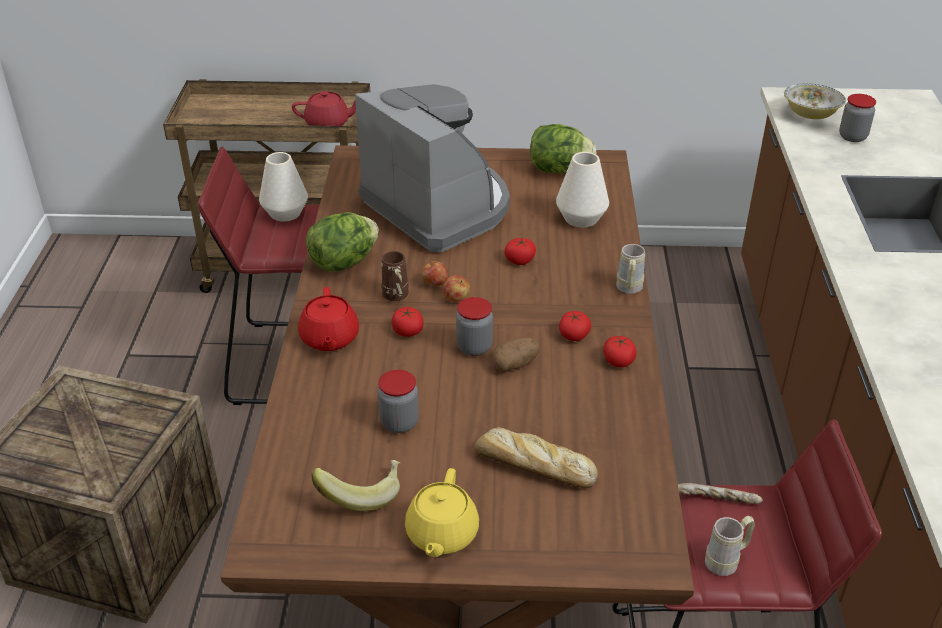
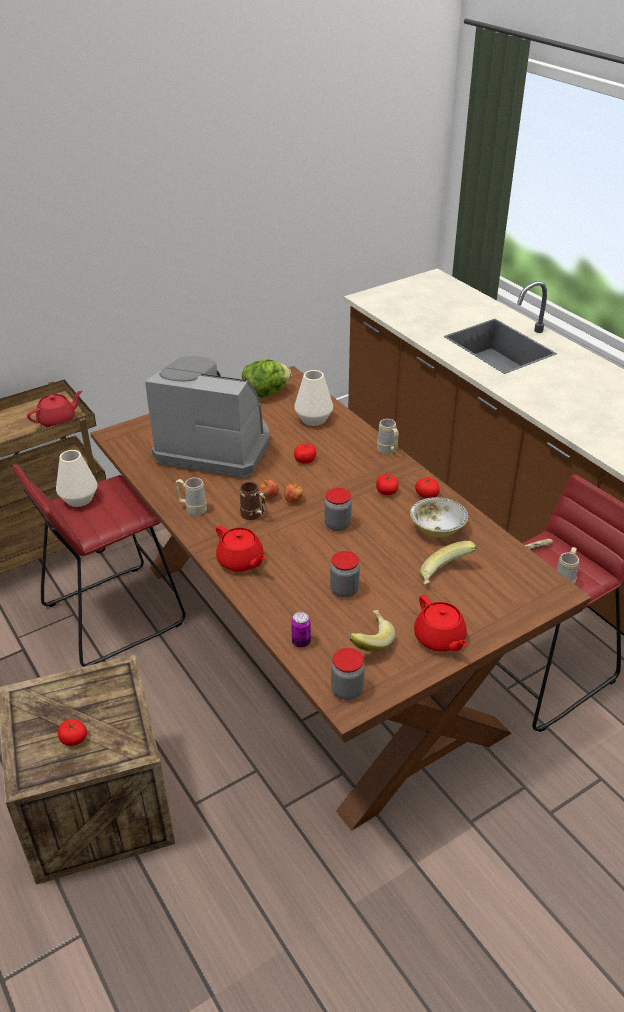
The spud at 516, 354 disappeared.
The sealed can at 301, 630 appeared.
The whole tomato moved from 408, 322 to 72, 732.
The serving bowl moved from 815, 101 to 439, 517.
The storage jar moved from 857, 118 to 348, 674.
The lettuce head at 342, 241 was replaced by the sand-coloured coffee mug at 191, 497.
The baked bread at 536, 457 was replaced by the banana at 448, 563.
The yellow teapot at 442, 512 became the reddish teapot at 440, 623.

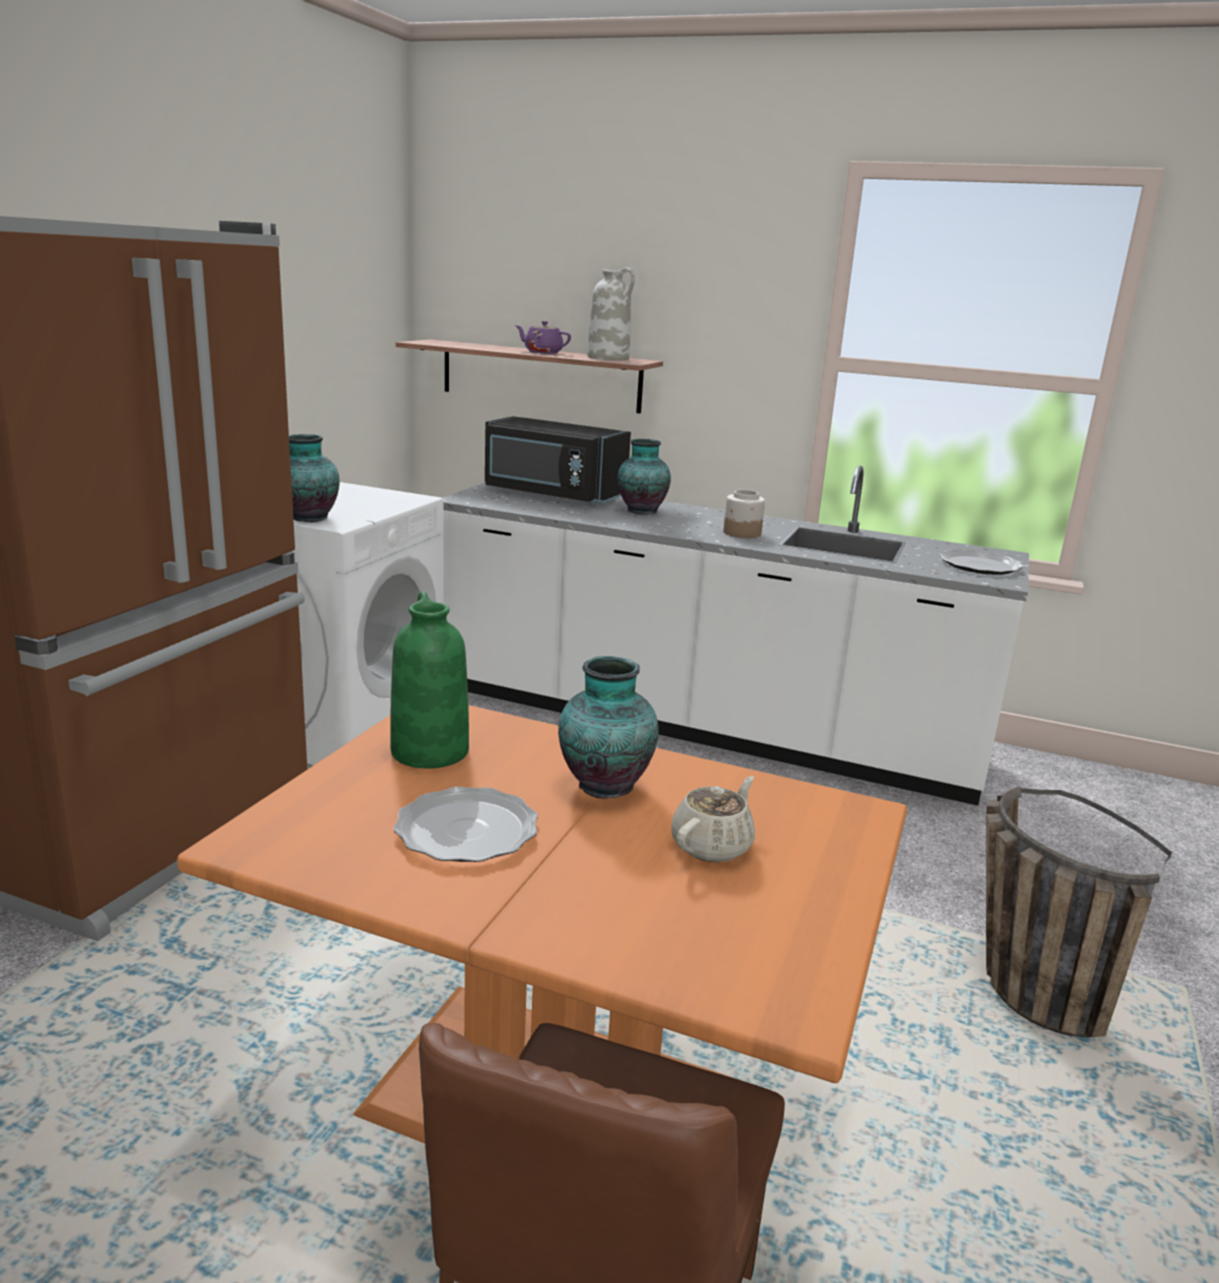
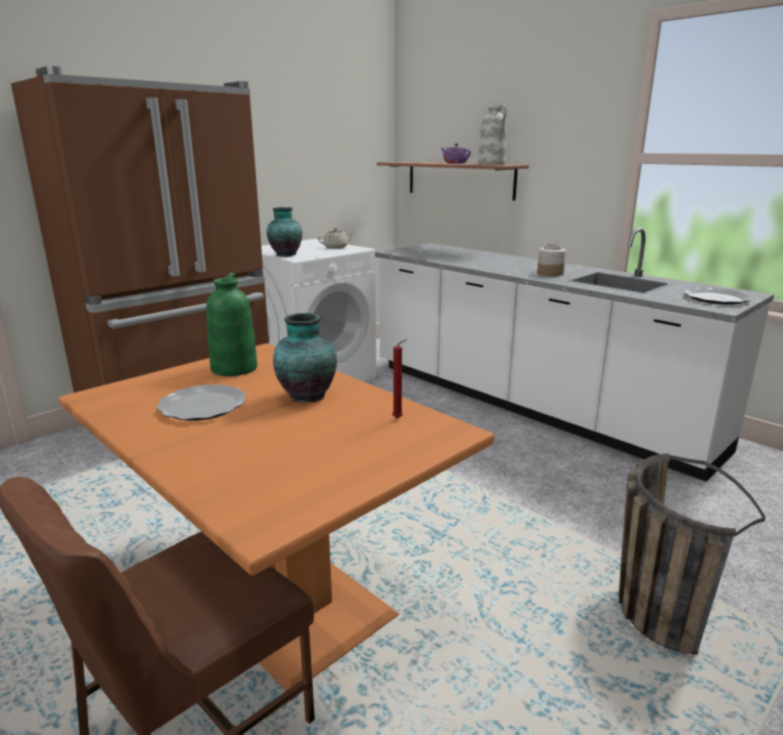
The black-coloured microwave at 558, 460 disappeared.
The vase at 644, 476 disappeared.
The reddish wax light at 399, 379 appeared.
The sand-coloured teapot moved from 713, 819 to 336, 238.

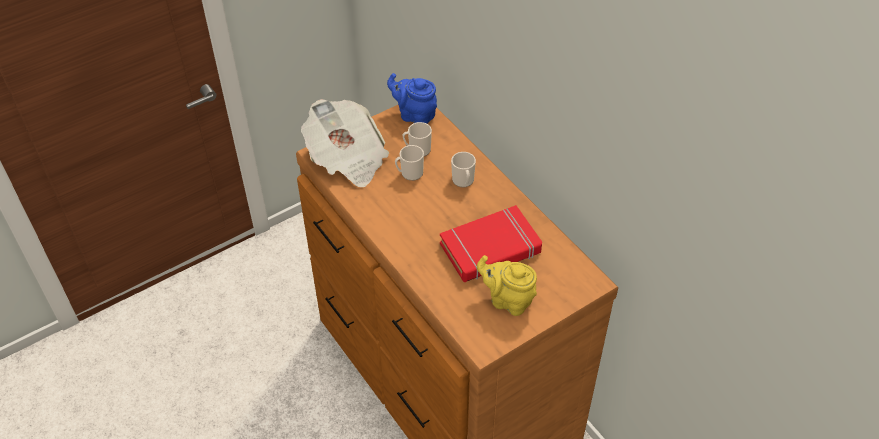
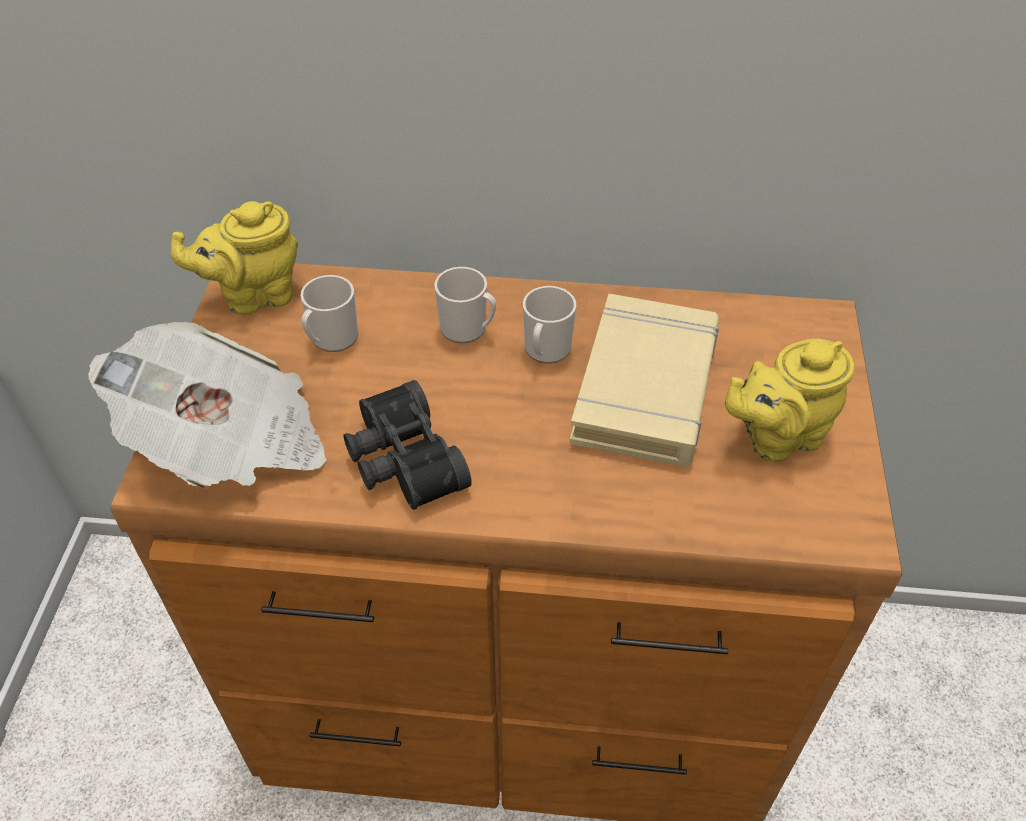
The black-coloured field glasses at 407, 445 appeared.
The coffee mug moved from 409, 163 to 549, 325.
The bluish teapot at 412, 98 became the yellow teapot at 234, 258.
The reddish bound book at 491, 243 became the sand-coloured bound book at 644, 380.

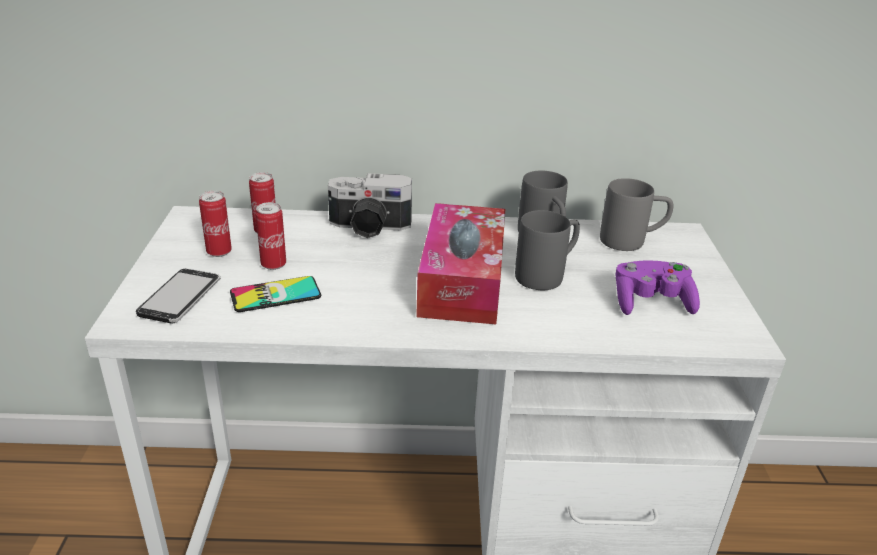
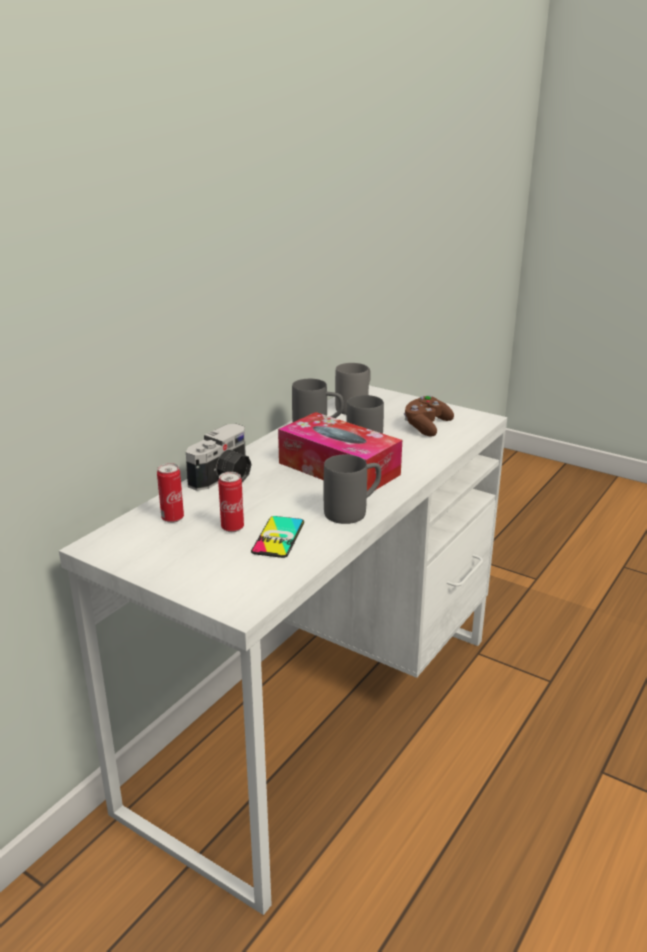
The phone at 178, 296 disappeared.
The sealed can at 215, 224 disappeared.
The grey coffee mug at 352, 489 appeared.
The purple-coloured gamepad at 657, 288 became the brownish gamepad at 429, 416.

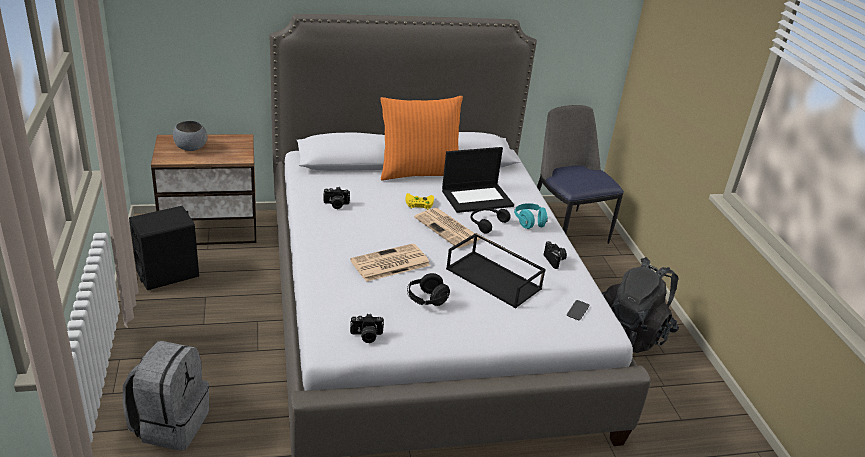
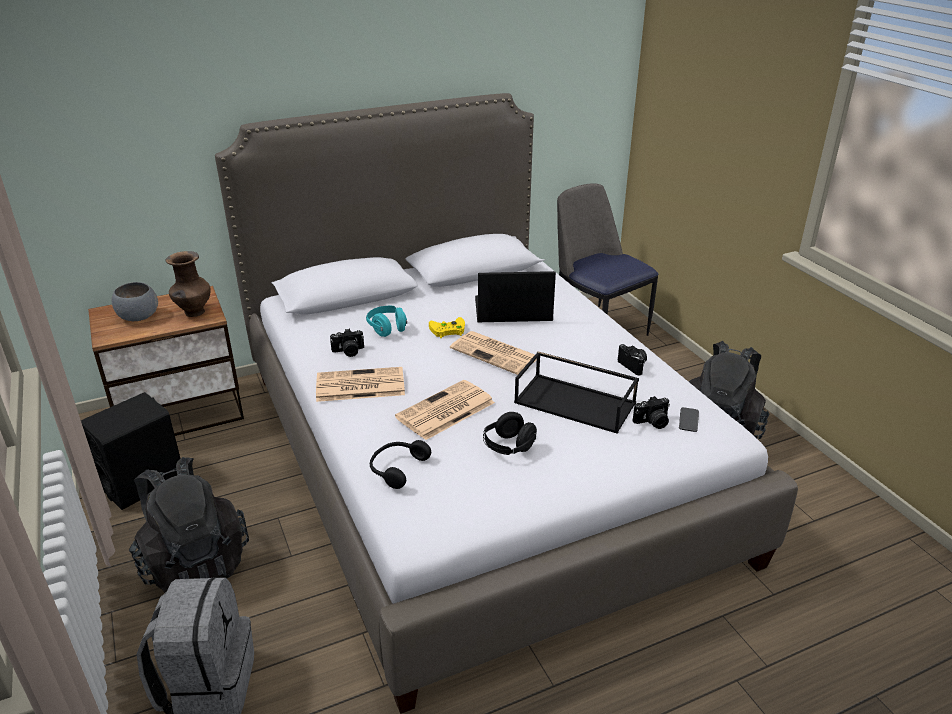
The orangey cushion at 421, 138 disappeared.
The black-coloured backpack at 189, 525 appeared.
The brownish vase at 188, 284 appeared.
The daily paper at 360, 384 appeared.
The still camera moved from 367, 328 to 651, 412.
The black-coloured headset moved from 491, 220 to 400, 464.
The turquoise headset moved from 531, 216 to 386, 321.
The laptop at 478, 180 turned 150 degrees counterclockwise.

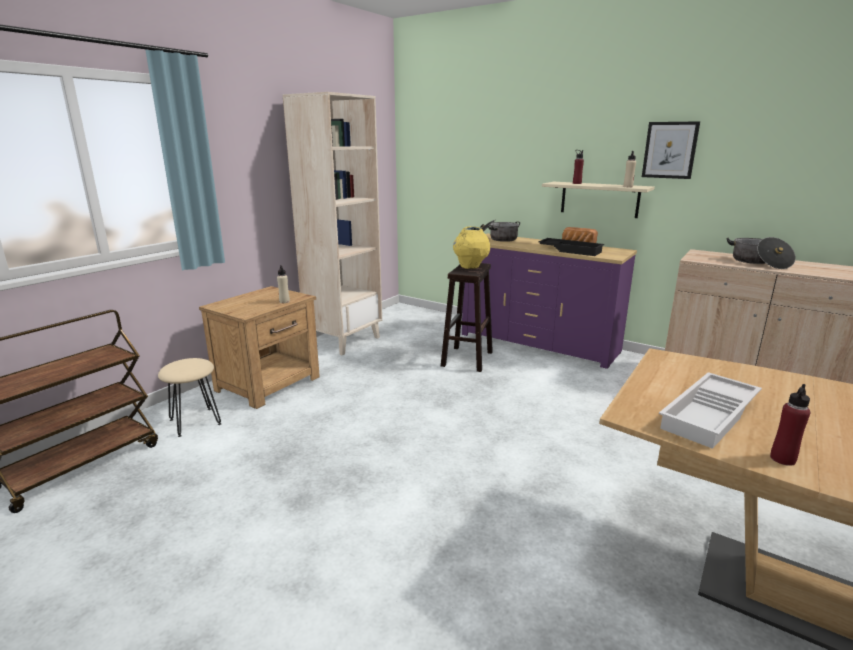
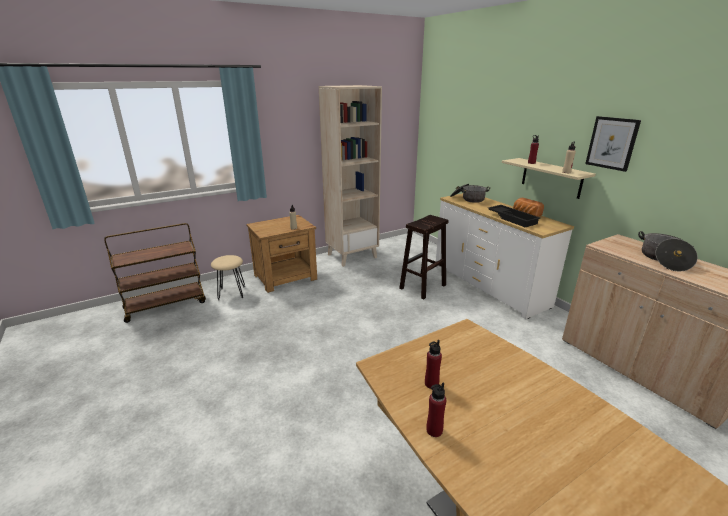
The yellow vase at 471, 247 disappeared.
The white serving tray at 710, 410 was replaced by the reddish beverage bottle at 433, 364.
The purple-coloured dresser at 549, 301 became the white dresser at 505, 256.

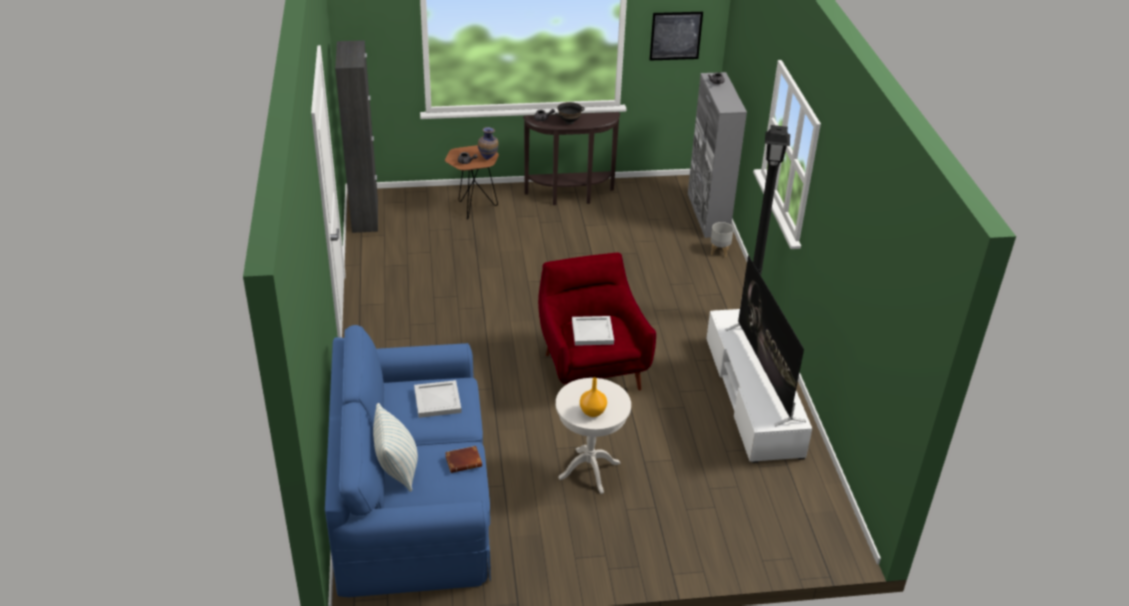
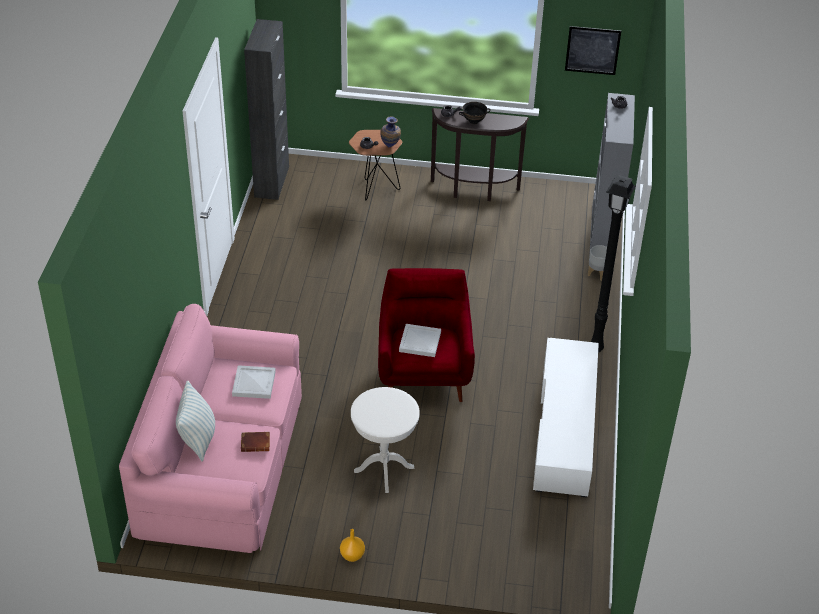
The television at 765, 341 disappeared.
The orangey vase moved from 593, 397 to 352, 545.
The bluish sofa at 408, 461 became the pinkish sofa at 210, 428.

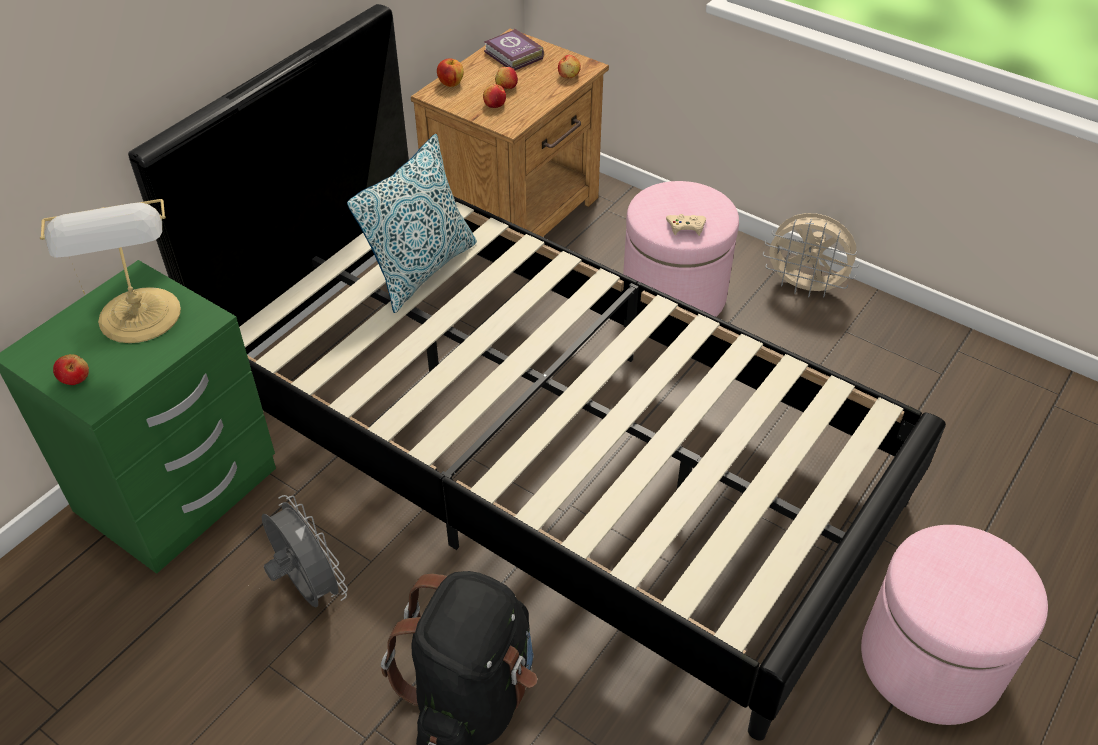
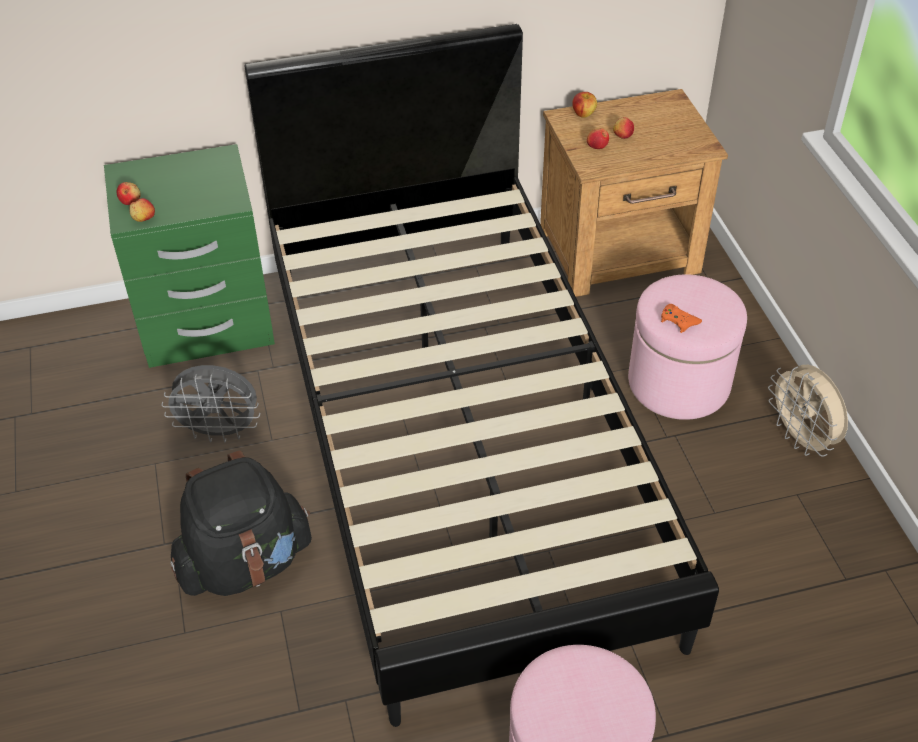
The tabletop lamp at 110, 271 disappeared.
The cushion at 412, 223 disappeared.
The bound book at 514, 49 disappeared.
The apple moved from 569, 66 to 142, 210.
The sand-coloured gamepad at 686, 225 became the orangey gamepad at 681, 318.
The grey cooling fan at 305, 551 turned 90 degrees clockwise.

